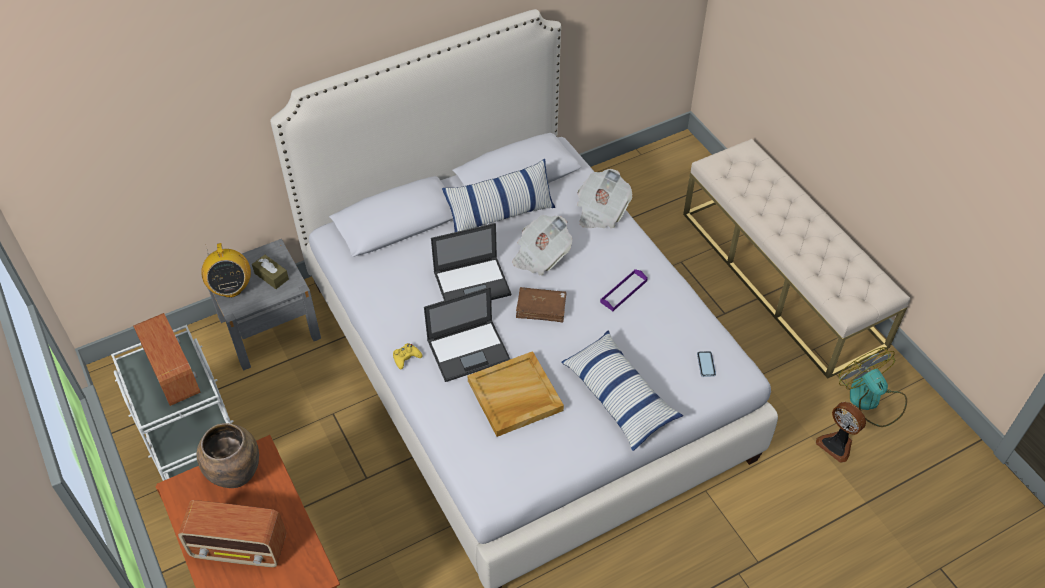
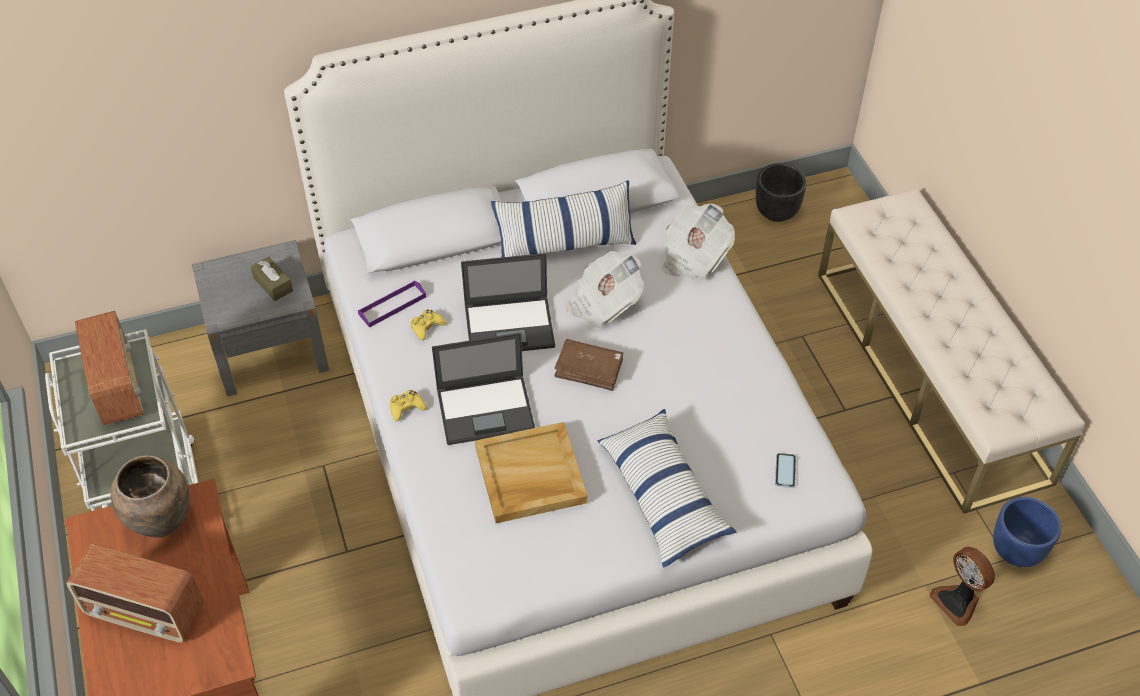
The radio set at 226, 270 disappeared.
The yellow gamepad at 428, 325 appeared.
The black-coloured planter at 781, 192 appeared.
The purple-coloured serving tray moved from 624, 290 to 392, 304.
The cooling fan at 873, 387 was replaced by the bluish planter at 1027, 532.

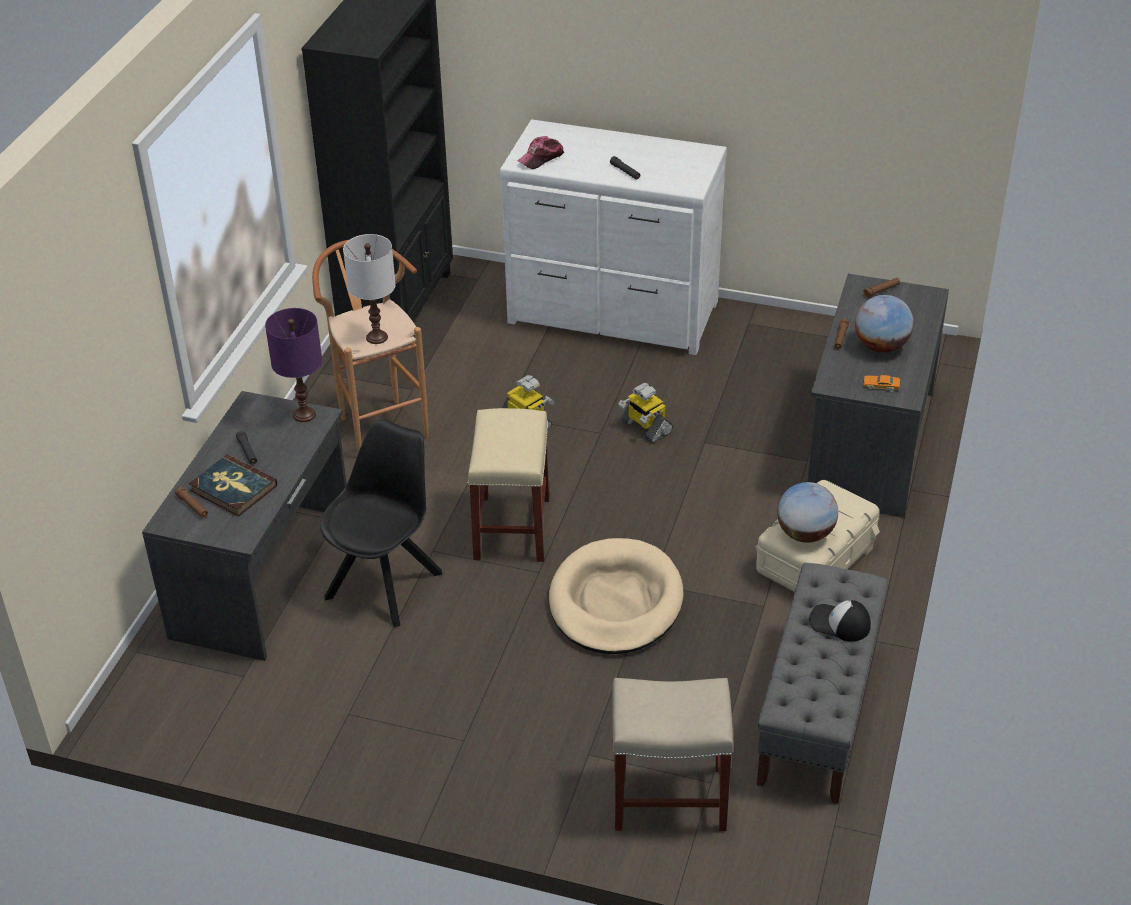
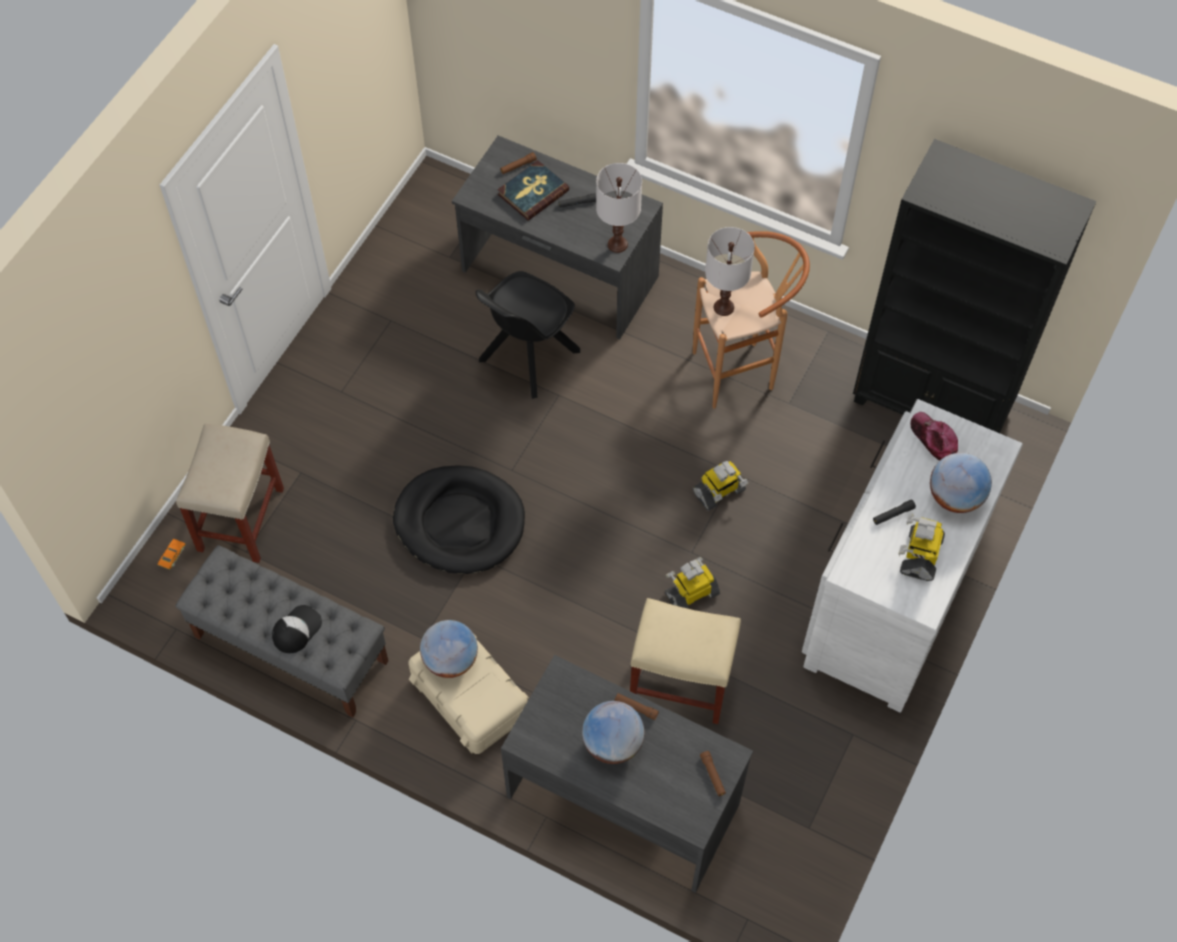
The robot figure at 922, 547 appeared.
The world globe at 961, 483 appeared.
The sand-coloured stool moved from 508, 485 to 685, 661.
The orangey model car moved from 881, 383 to 171, 554.
The purple-coloured tabletop lamp at 293, 365 became the white tabletop lamp at 619, 208.
The sand-coloured pet bed at 616, 596 became the black-coloured pet bed at 459, 519.
The black-coloured upright chair at 381, 523 turned 90 degrees clockwise.

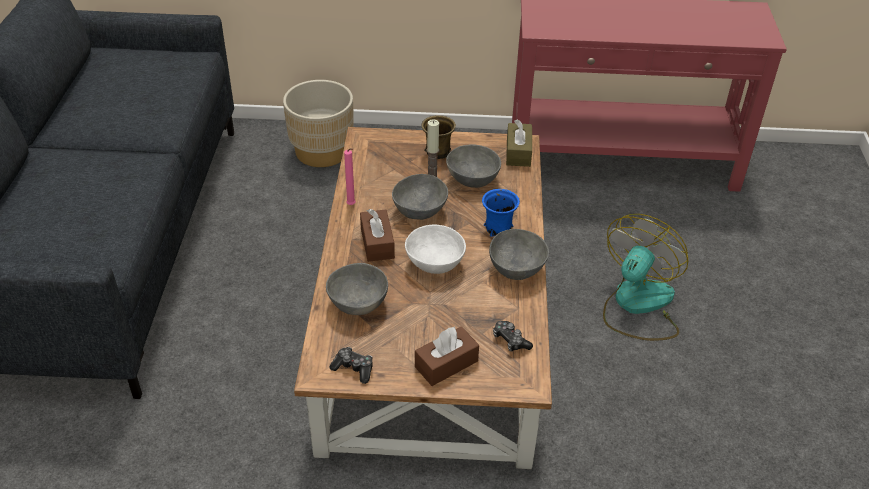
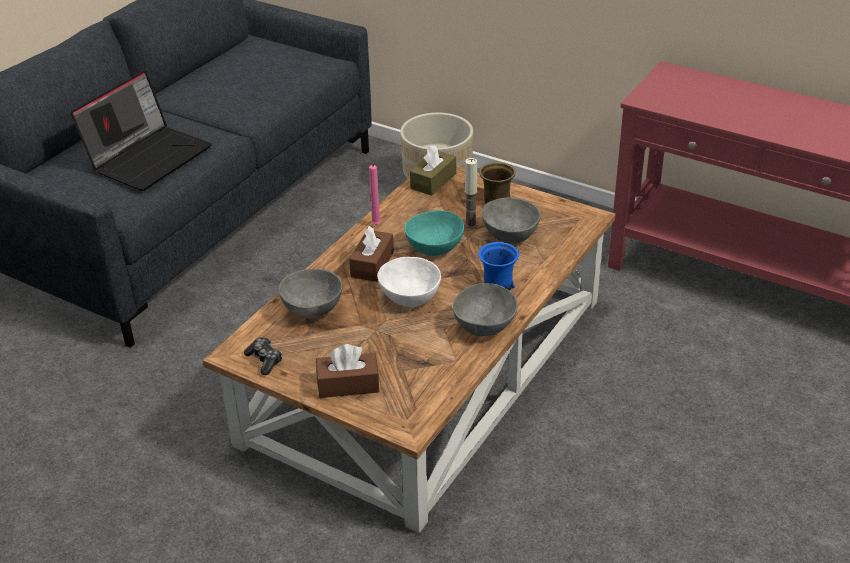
The gamepad at 513, 336 disappeared.
The cooling fan at 645, 277 disappeared.
The laptop at 141, 130 appeared.
The brownish tissue holder moved from 519, 143 to 433, 170.
The grey serving bowl at 420, 197 became the turquoise serving bowl at 434, 233.

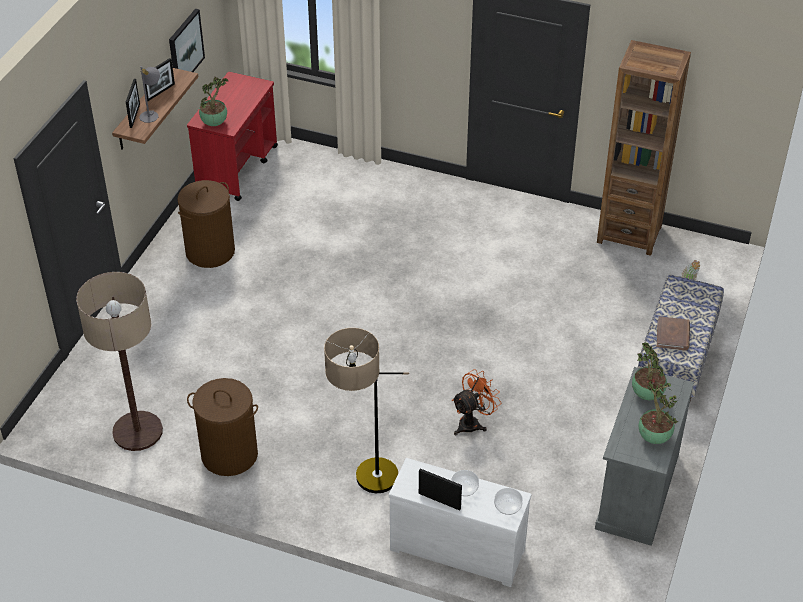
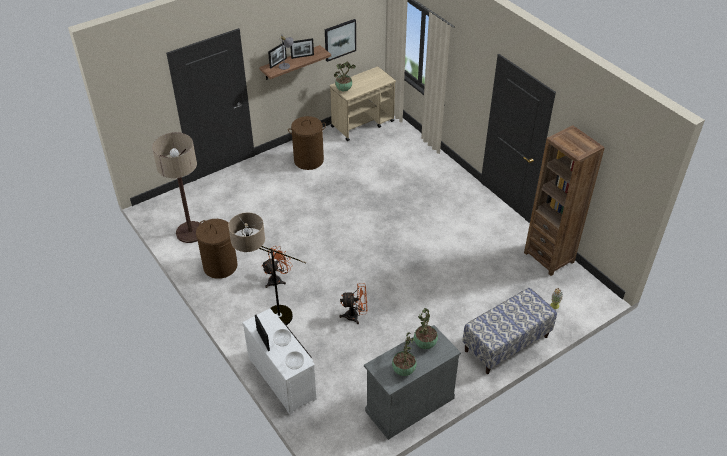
The brownish bound book at 673, 333 disappeared.
The orangey cooling fan at 277, 267 appeared.
The reddish trolley at 232, 136 became the sand-coloured trolley at 363, 103.

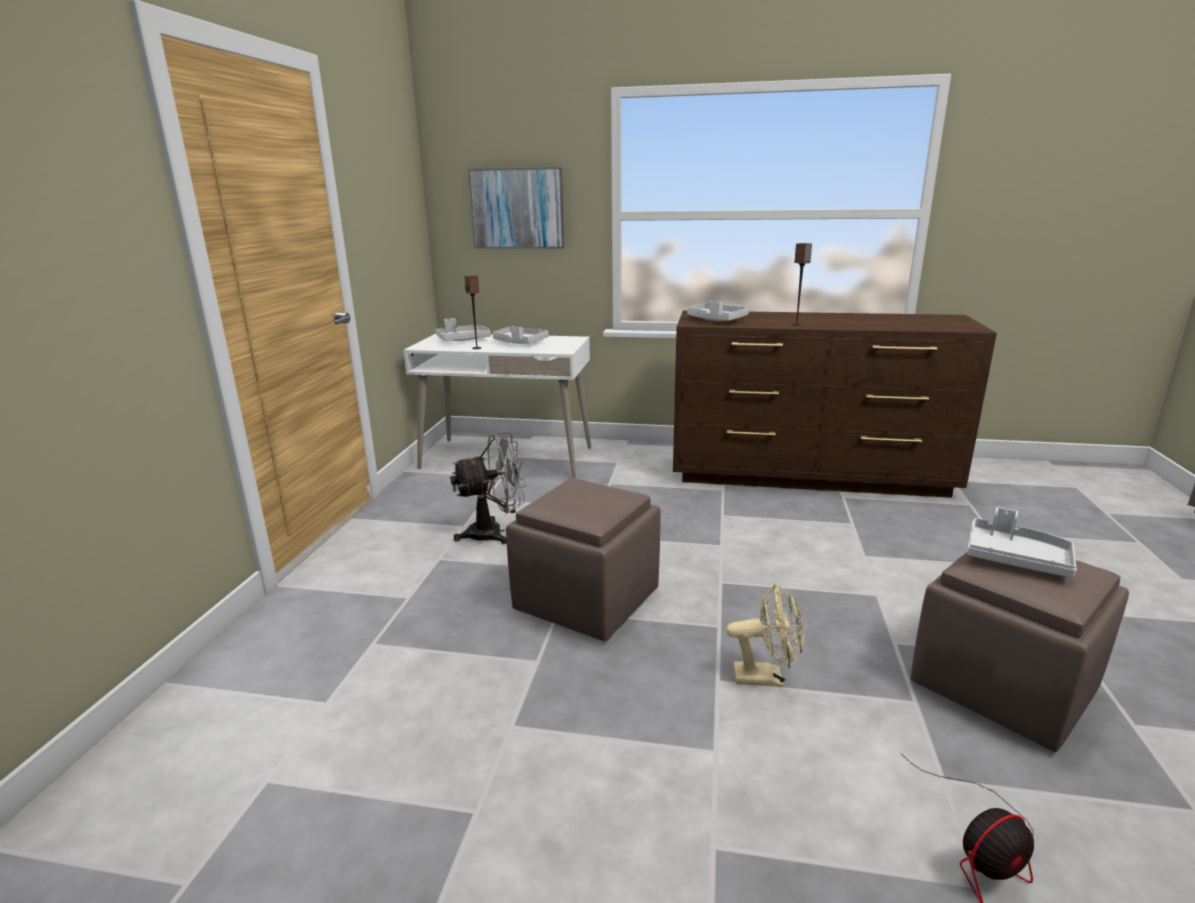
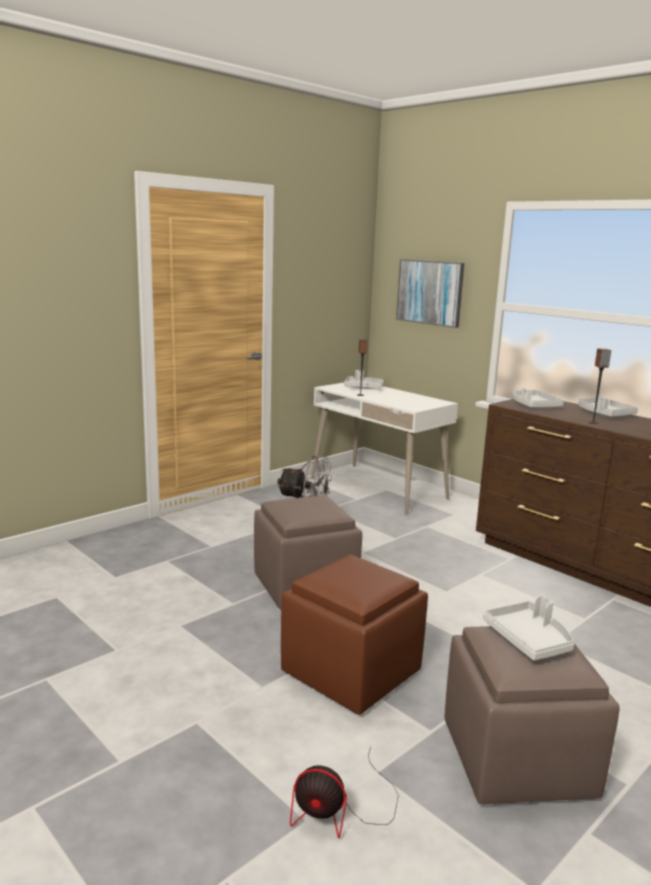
The grey serving tray moved from 521, 335 to 608, 406.
The sand-coloured cooling fan at 765, 635 was replaced by the brownish footrest at 354, 634.

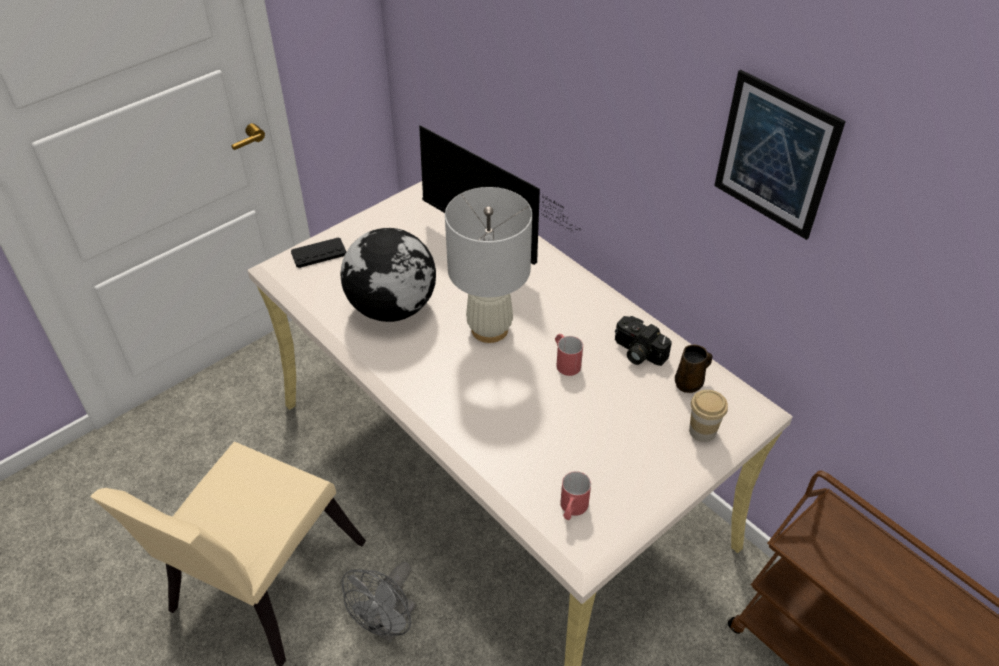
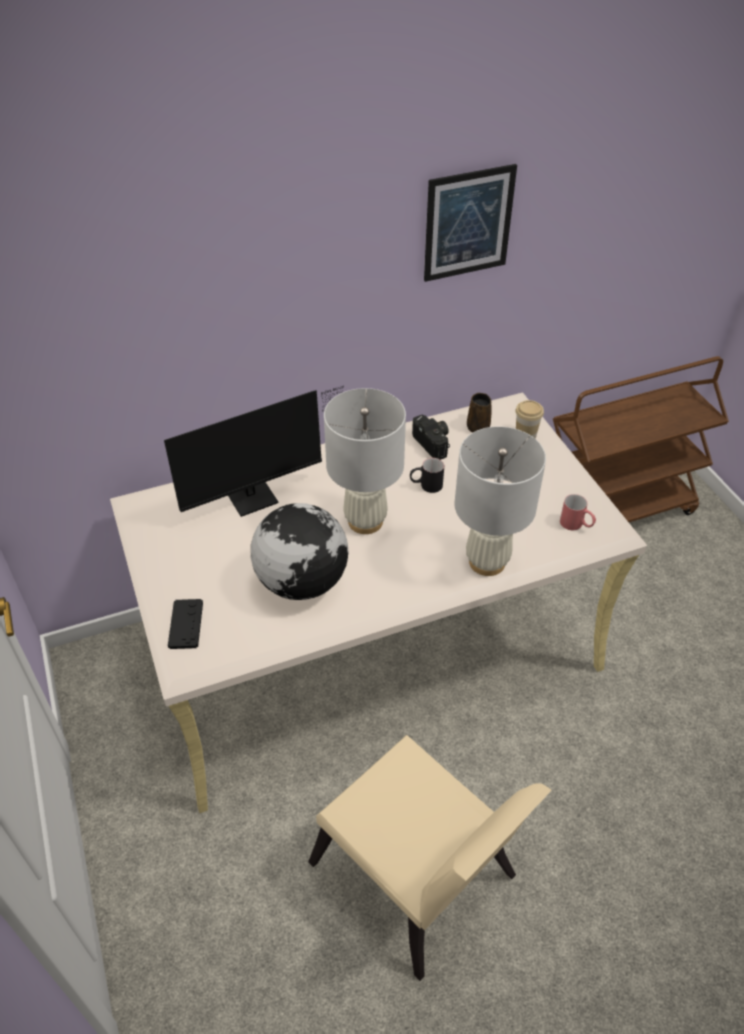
The grey cooling fan at 378, 602 disappeared.
The white tabletop lamp at 500, 501 appeared.
The reddish coffee mug at 569, 355 became the black-coloured coffee mug at 427, 475.
The still camera at 643, 341 turned 90 degrees counterclockwise.

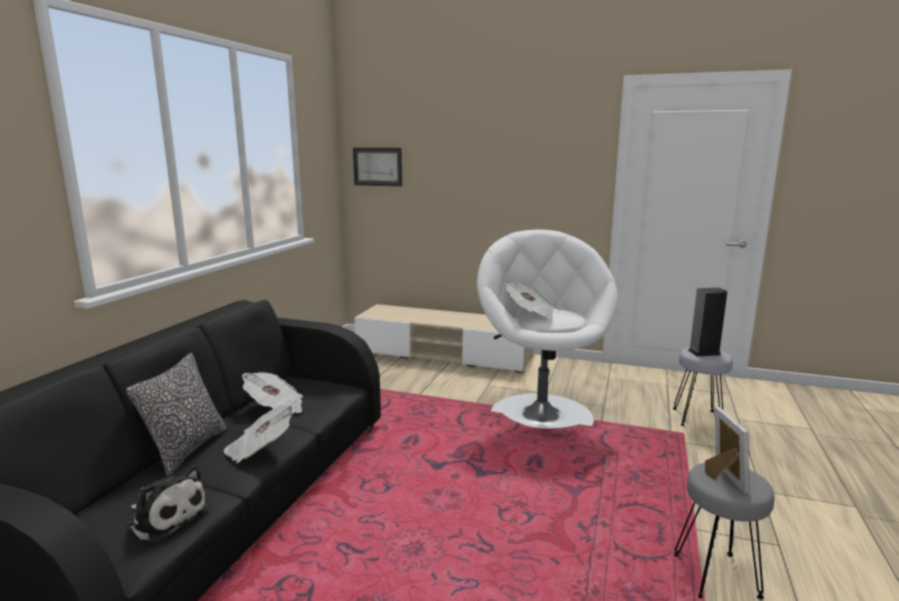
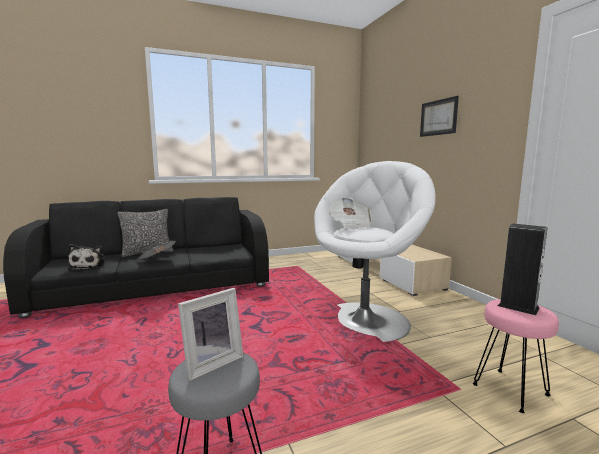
The daily paper at 272, 392 disappeared.
The picture moved from 377, 167 to 439, 116.
The grey stool at 703, 386 became the pinkish stool at 516, 356.

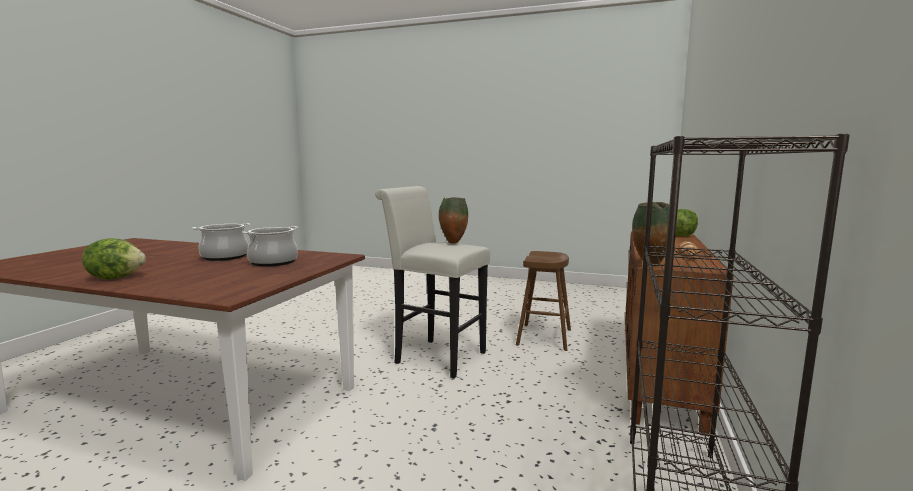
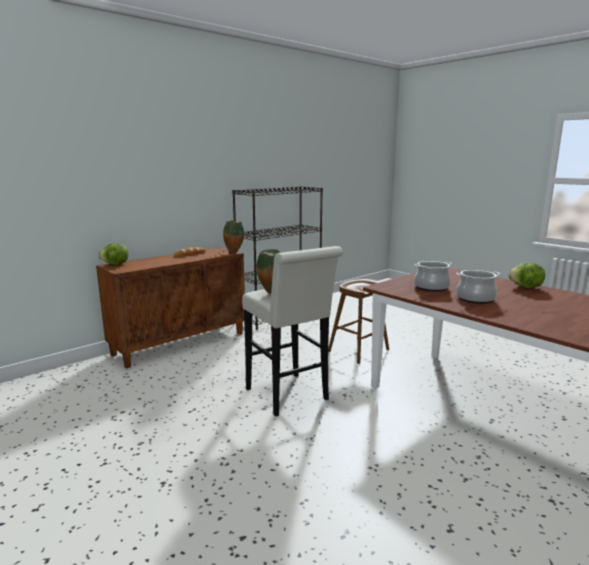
The brownish stool moved from 543, 301 to 358, 321.

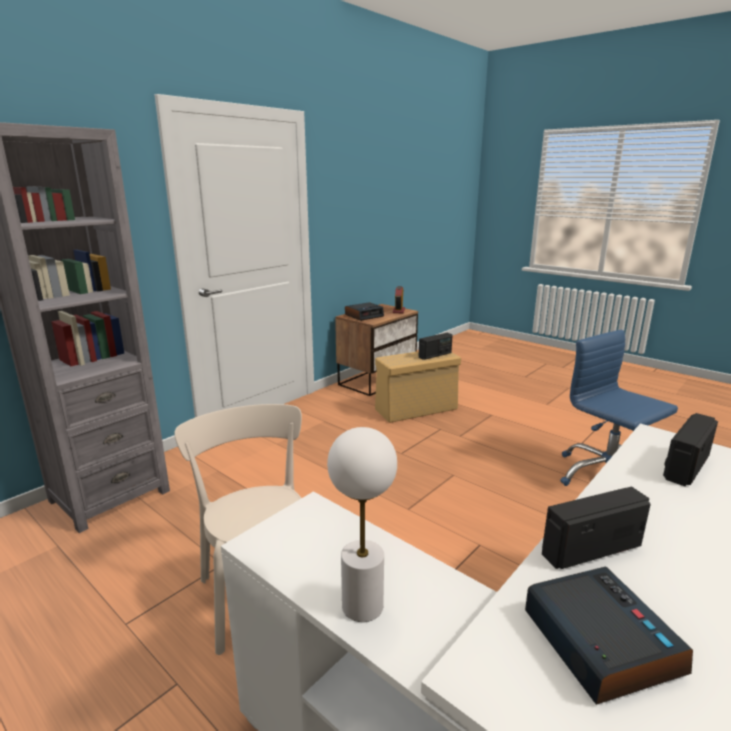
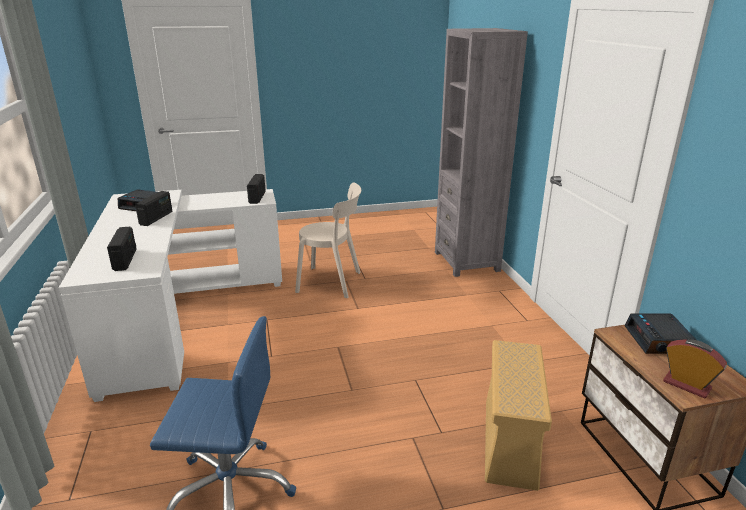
The white tabletop lamp at 362, 524 disappeared.
The radio set moved from 435, 346 to 256, 189.

